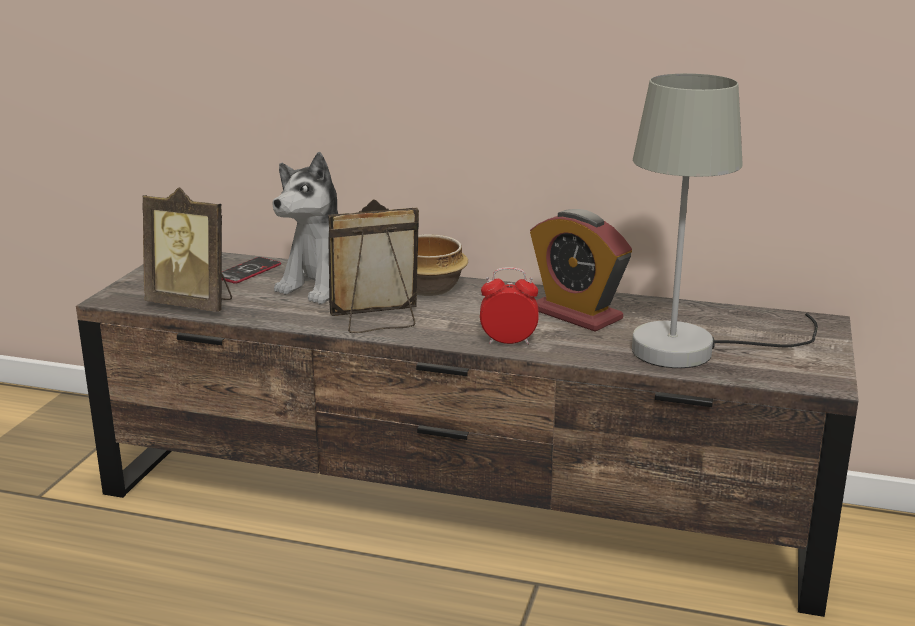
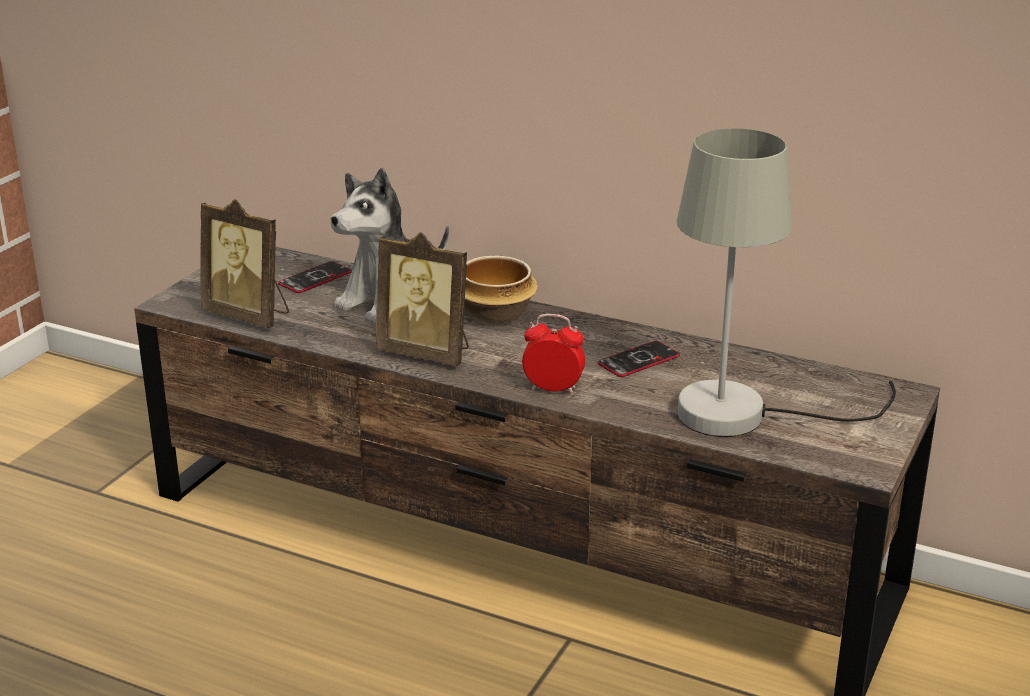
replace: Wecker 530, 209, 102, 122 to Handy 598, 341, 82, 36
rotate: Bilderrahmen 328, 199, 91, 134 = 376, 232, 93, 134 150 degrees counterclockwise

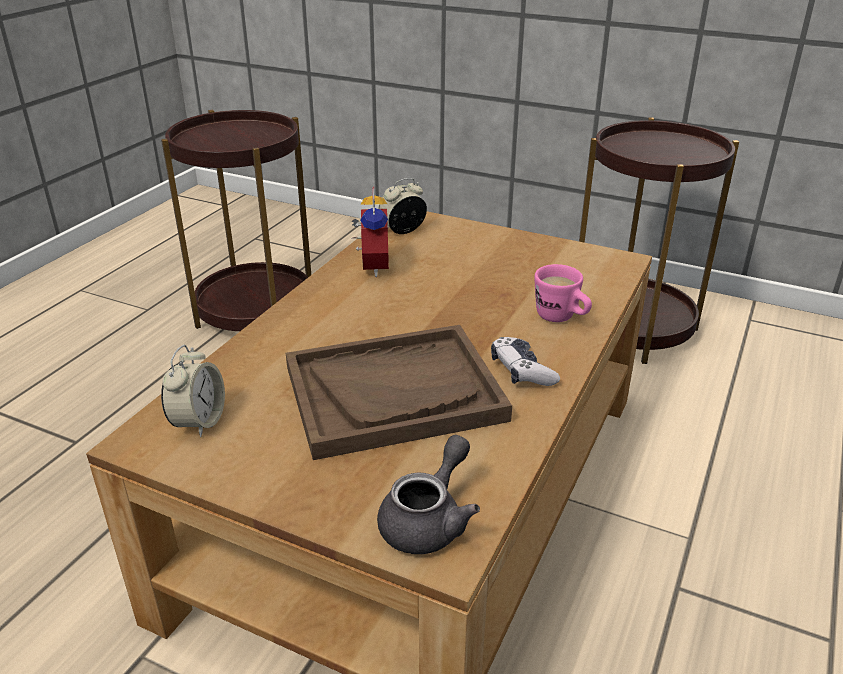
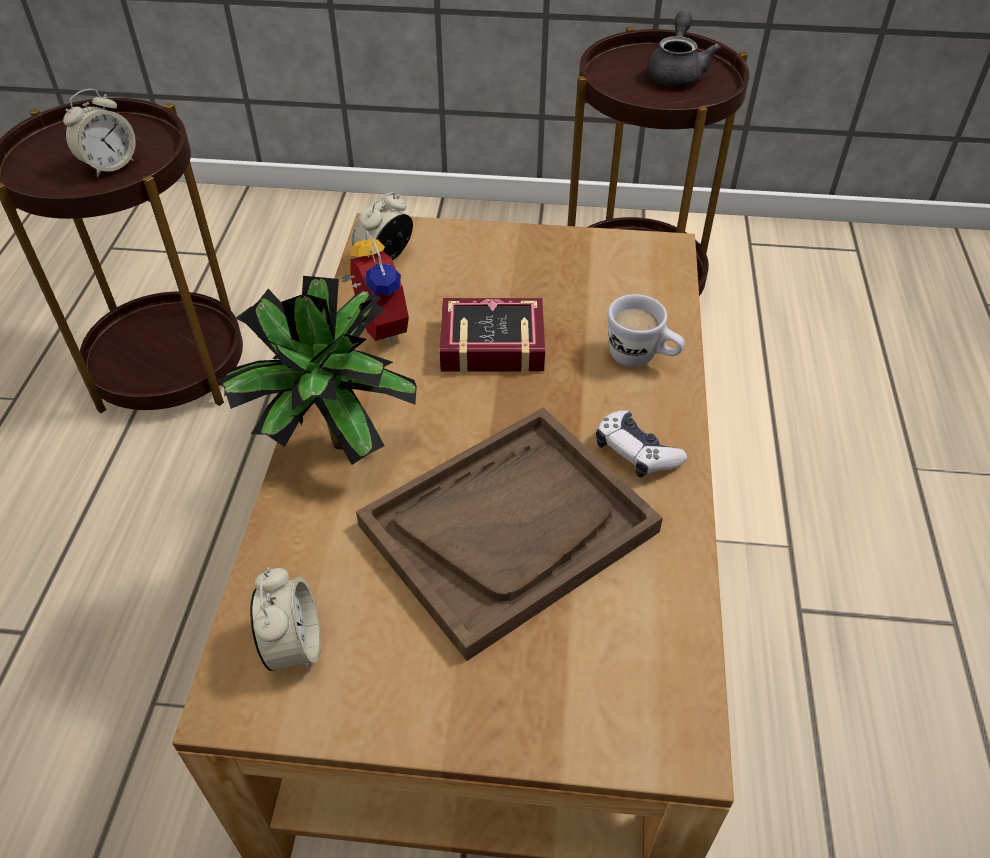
insert: Wecker 63, 89, 73, 89; Topfpflanze 216, 276, 201, 189; Buch 440, 298, 105, 76
move: Teekanne [grau] 377, 435, 103, 119 to 646, 11, 75, 76
recolor: Henkelbecher [rosa] 534, 264, 58, 58 to Henkelbecher [weiß] 608, 294, 77, 73

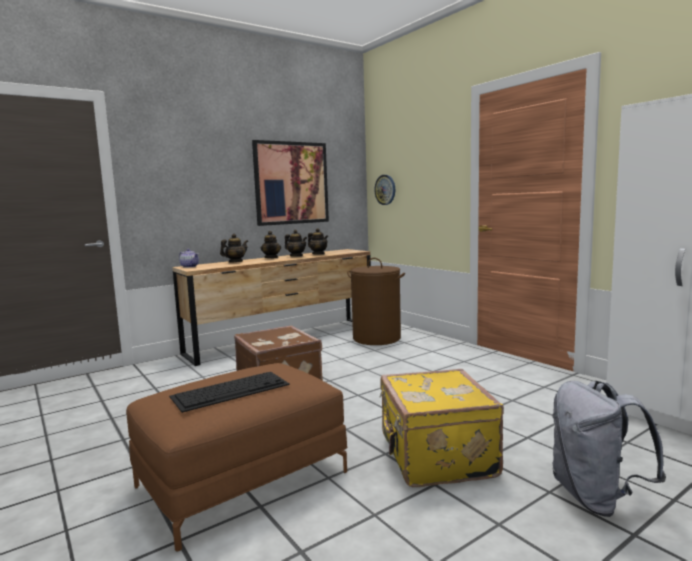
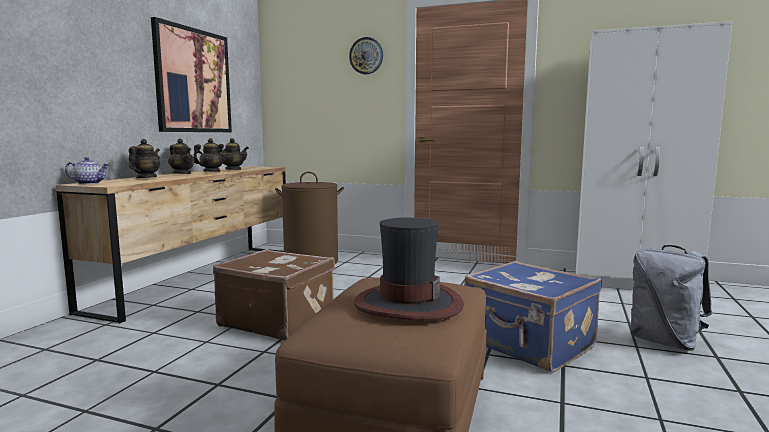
move: Wanduhr 374, 175, 21, 30 to 349, 37, 34, 37
replace: Tastatur 169, 372, 121, 41 to Hut 354, 218, 110, 103
recolor: Koffer [gelb] 379, 369, 125, 118 to Koffer [blau] 464, 261, 138, 111

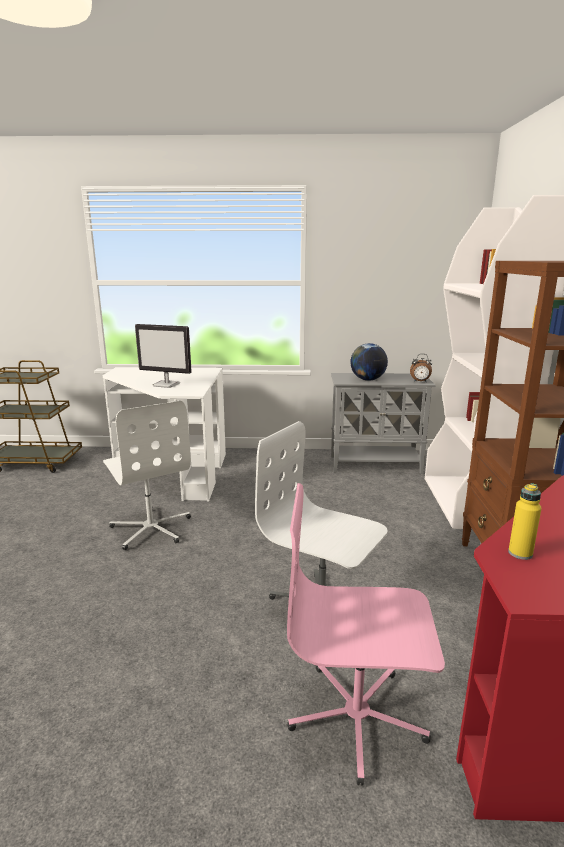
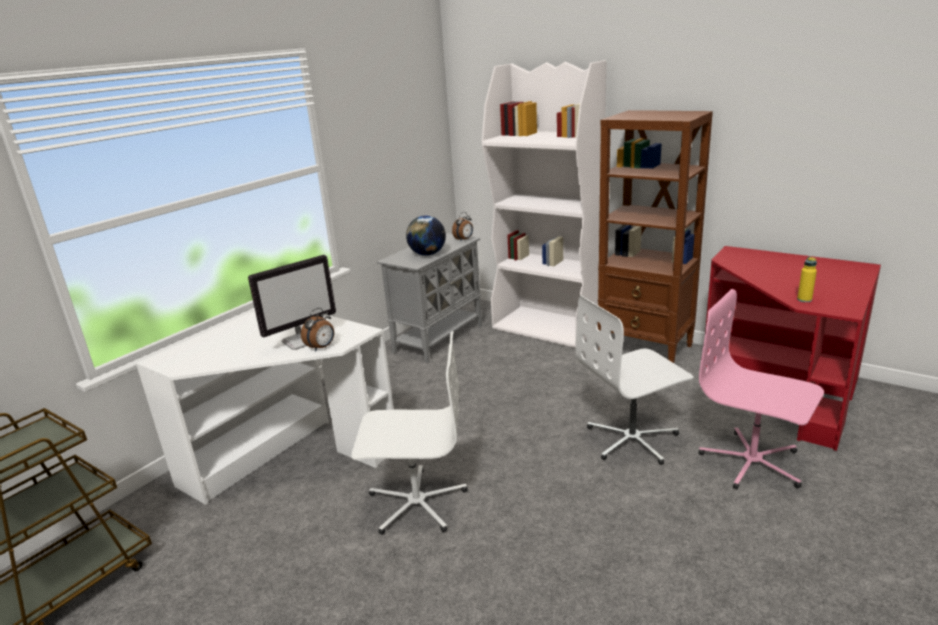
insert: Wecker 301, 308, 33, 43
rotate: Bürostuhl [rosa] 287, 483, 158, 303 = 699, 289, 125, 200 90 degrees clockwise

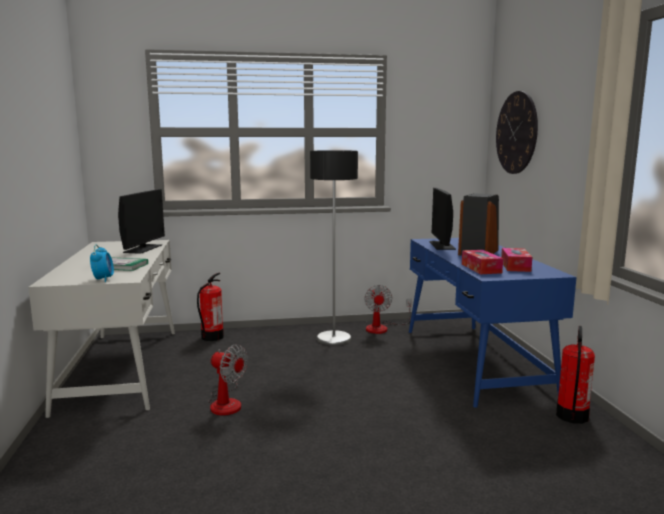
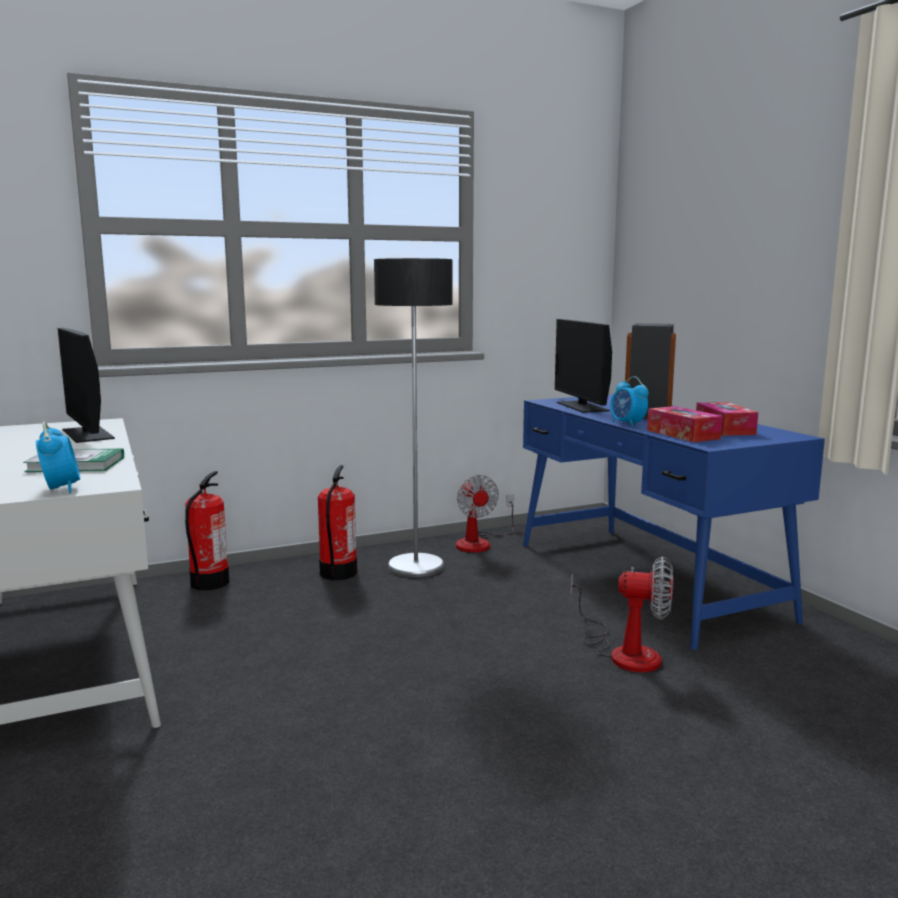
delete: Wanduhr 496, 91, 42, 83
insert: Wecker 610, 376, 38, 51
move: Ventilator 208, 344, 40, 71 to 571, 556, 102, 116; Feuerlöscher 556, 326, 39, 98 to 318, 465, 39, 115
rotate: Monitor 118, 189, 47, 65 = 58, 328, 57, 115 150 degrees clockwise

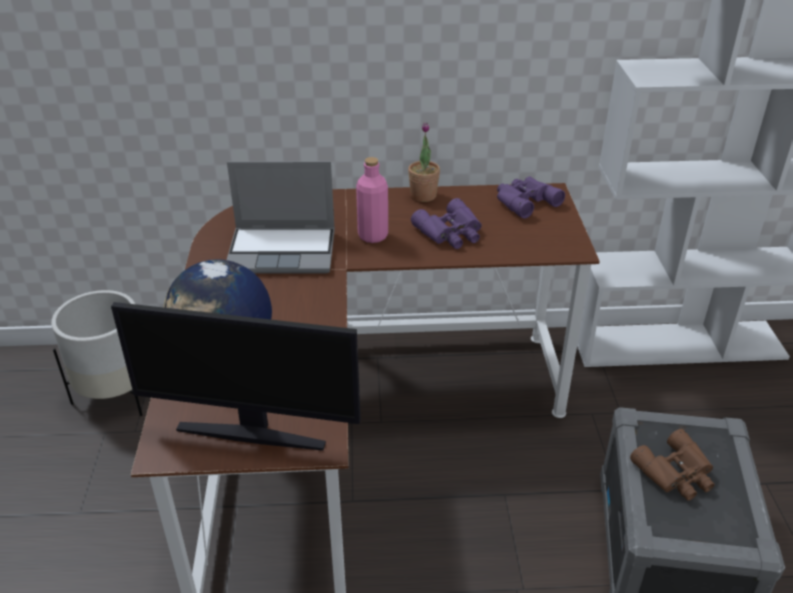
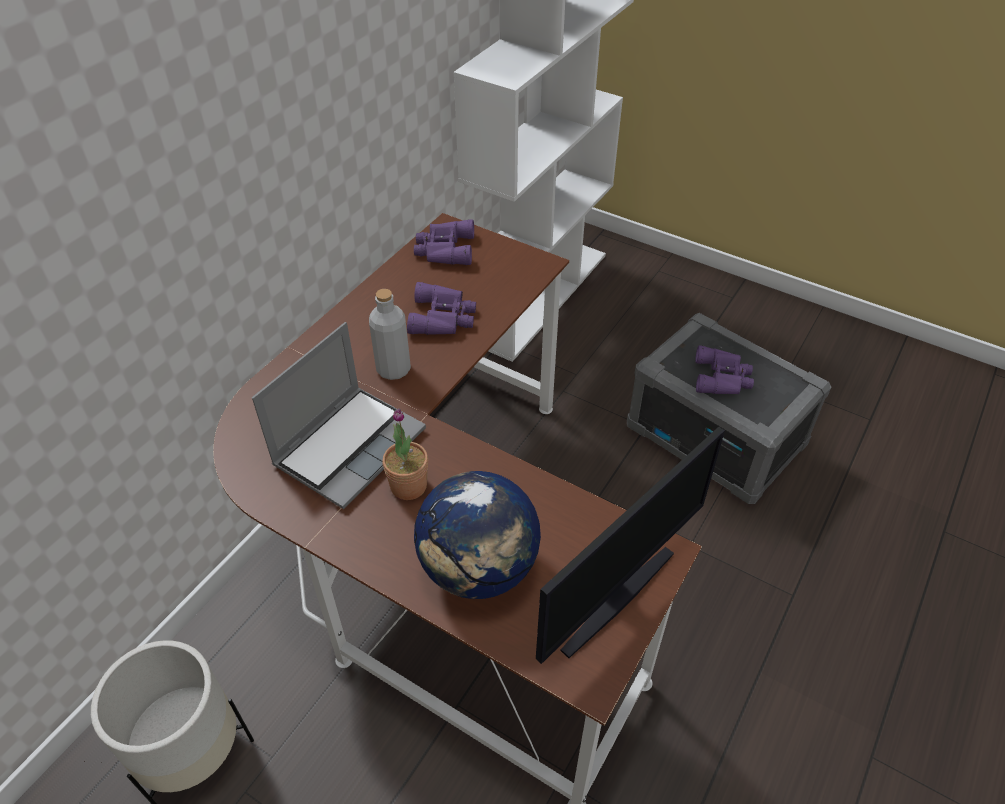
move: Topfpflanze 408, 122, 32, 80 to 382, 408, 46, 92
recolor: Flasche [rosa] 356, 157, 32, 86 to Flasche [grau] 369, 289, 42, 91; Fernglas [braun] 630, 429, 85, 72 to Fernglas [lila] 695, 345, 59, 49

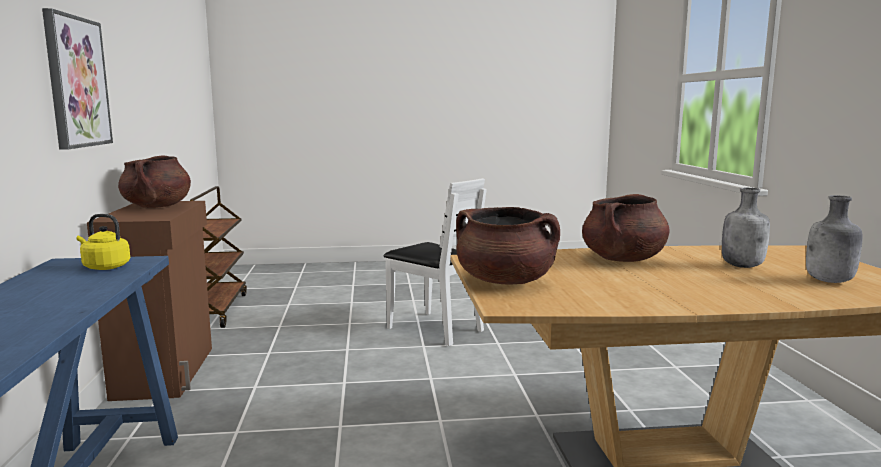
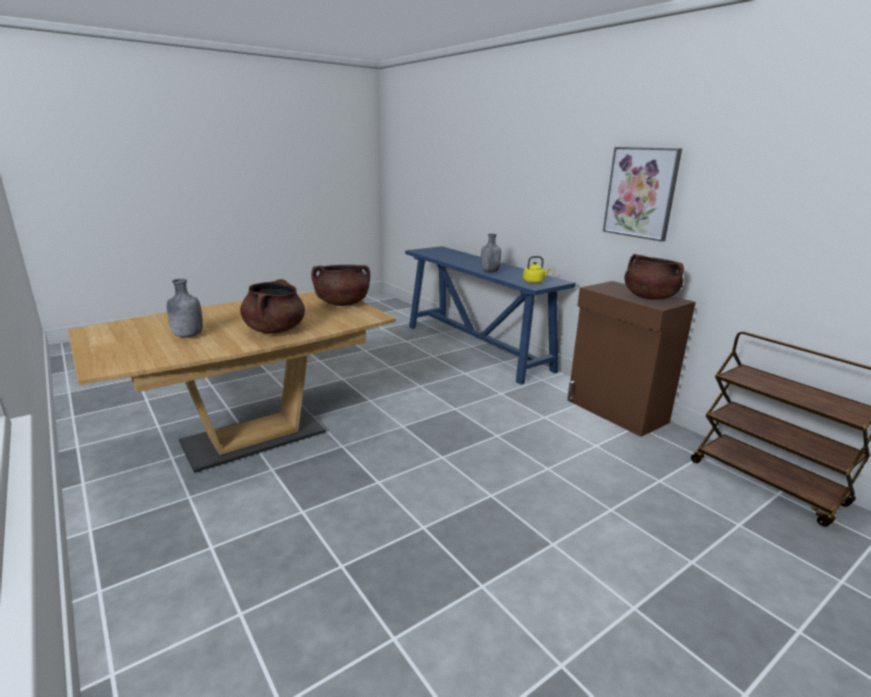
delete: Stuhl [weiß] 383, 178, 104, 168
move: Flasche [grau] 806, 195, 57, 88 to 481, 234, 20, 38

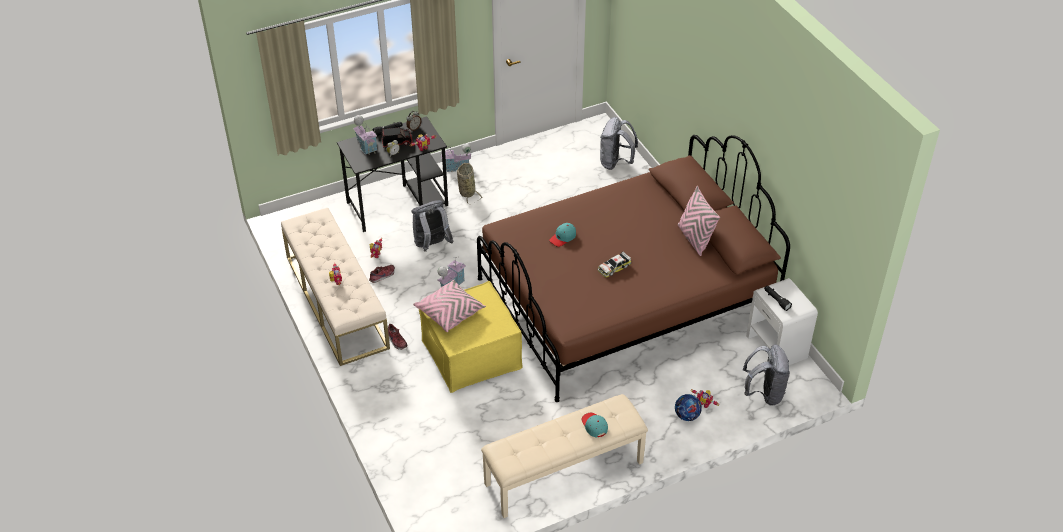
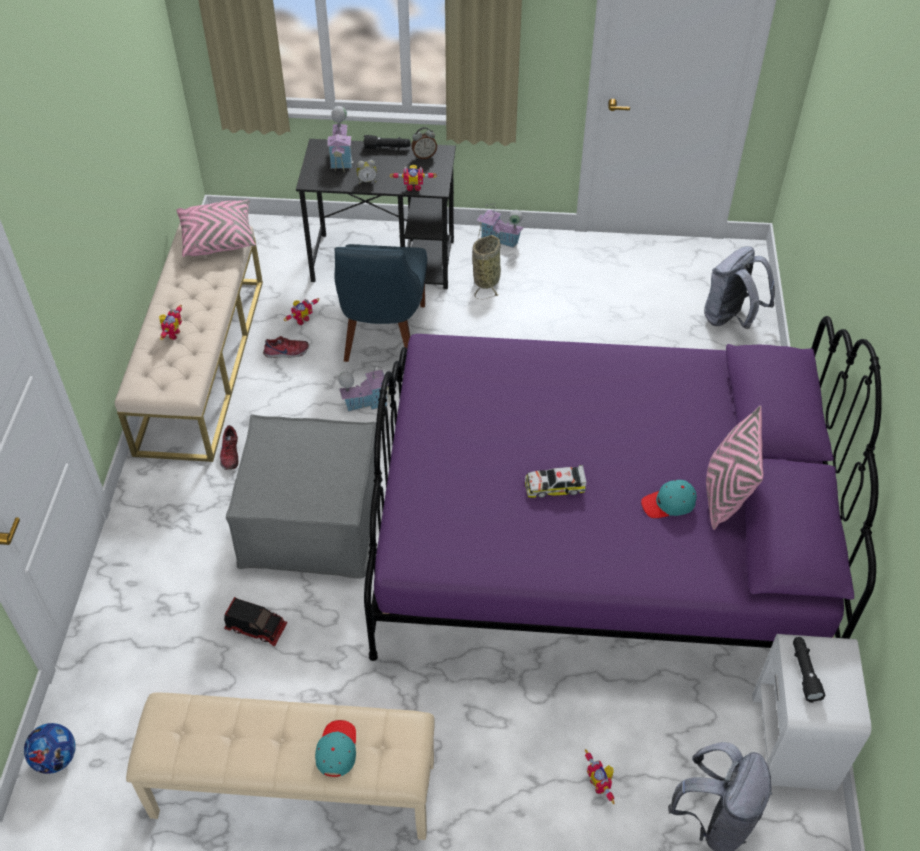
move: Spielzeuglaster 382, 127, 31, 20 to 224, 597, 63, 49; Kissen [rosa] 413, 279, 73, 53 to 177, 200, 79, 57; Kappe [türkis] 549, 223, 27, 24 to 641, 480, 56, 38; Fußball 675, 394, 27, 27 to 24, 723, 52, 51
replace: Rucksack [grau] 412, 200, 42, 52 to Stuhl [blau] 334, 244, 93, 118
recolor: Polsterhocker [gelb] 419, 281, 103, 112 to Polsterhocker [grau] 226, 415, 150, 164; Bett [braun] 477, 135, 313, 267 to Bett [lila] 364, 316, 518, 345

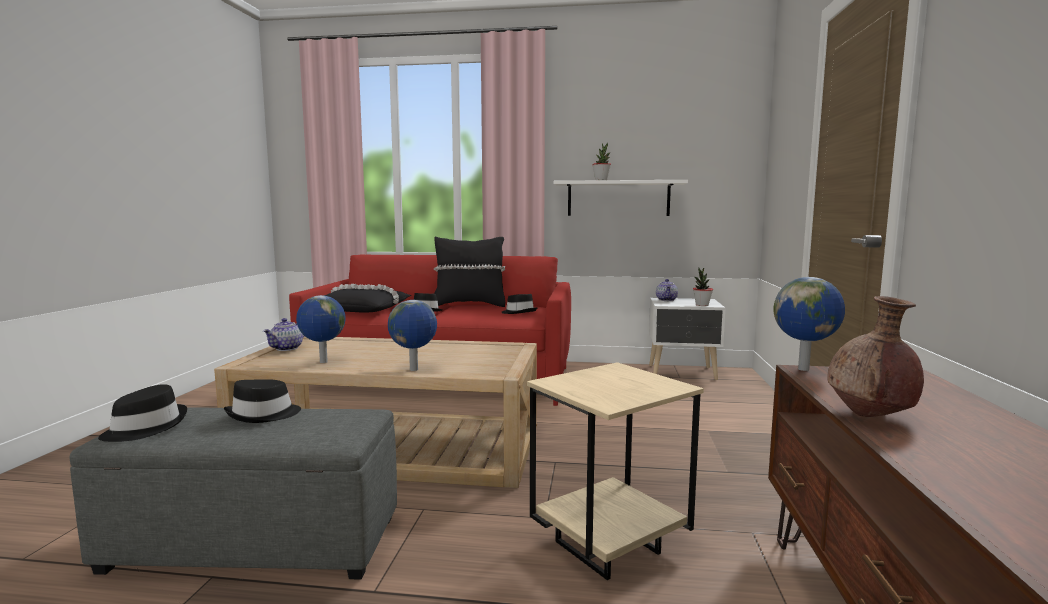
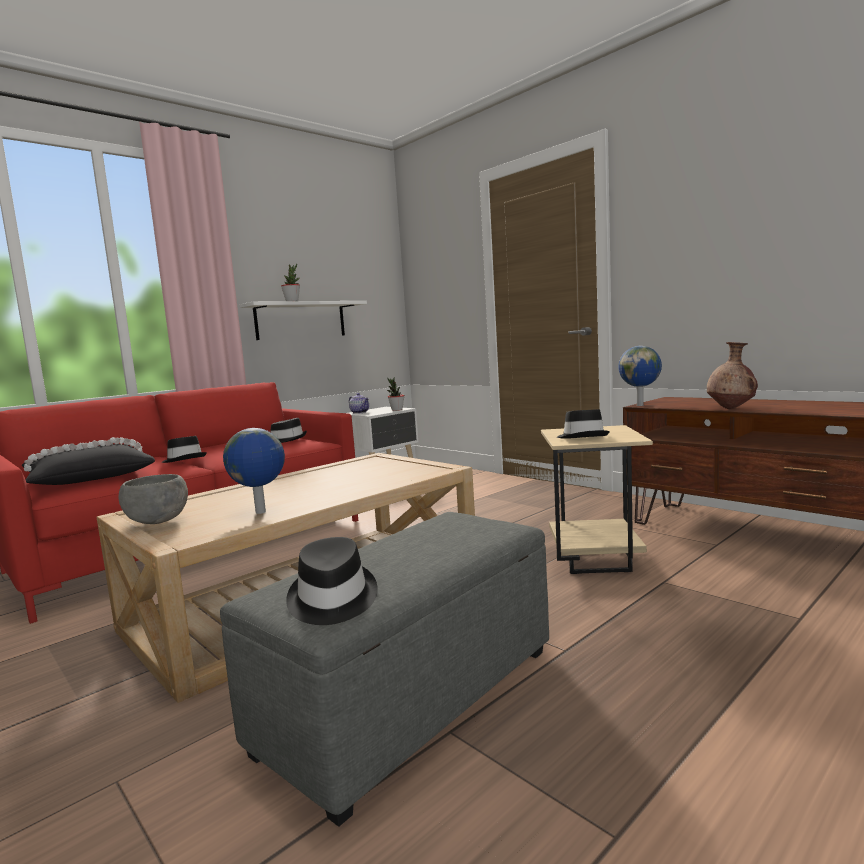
delete: Globus 388, 300, 49, 71; Kissen [schwarz] 434, 237, 71, 70
move: Hut [schwarz] 224, 379, 77, 44 to 557, 409, 53, 30
replace: Teekanne 263, 318, 41, 33 to Schüssel [grau] 119, 474, 69, 50

